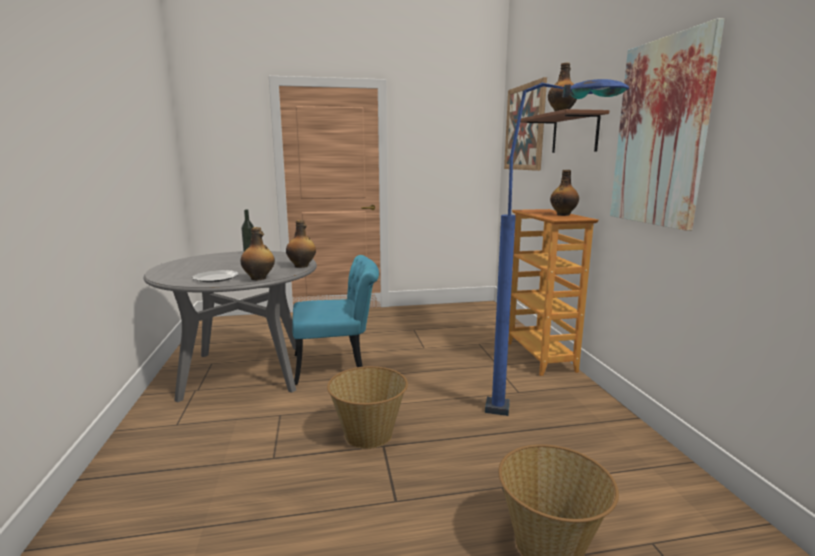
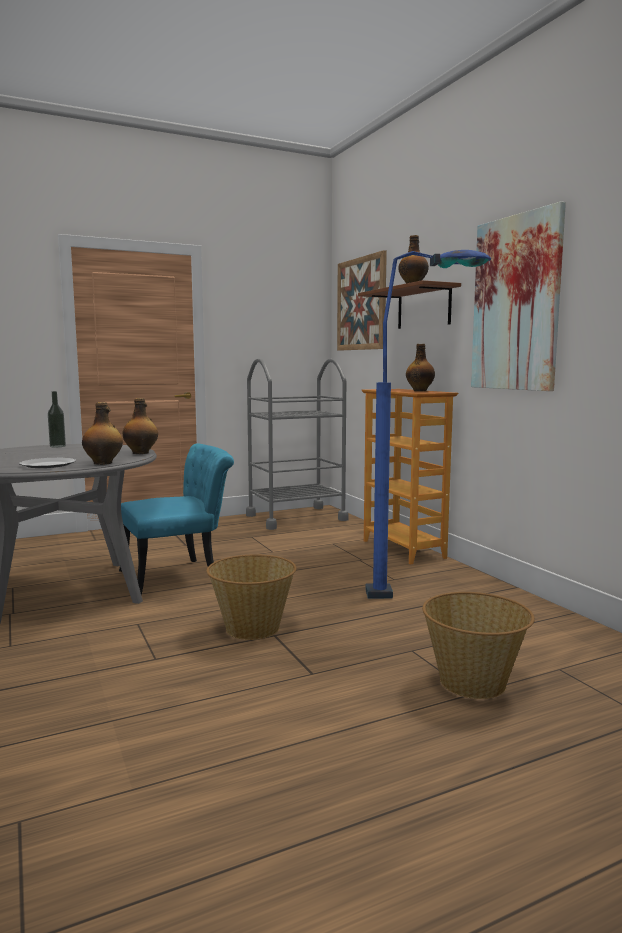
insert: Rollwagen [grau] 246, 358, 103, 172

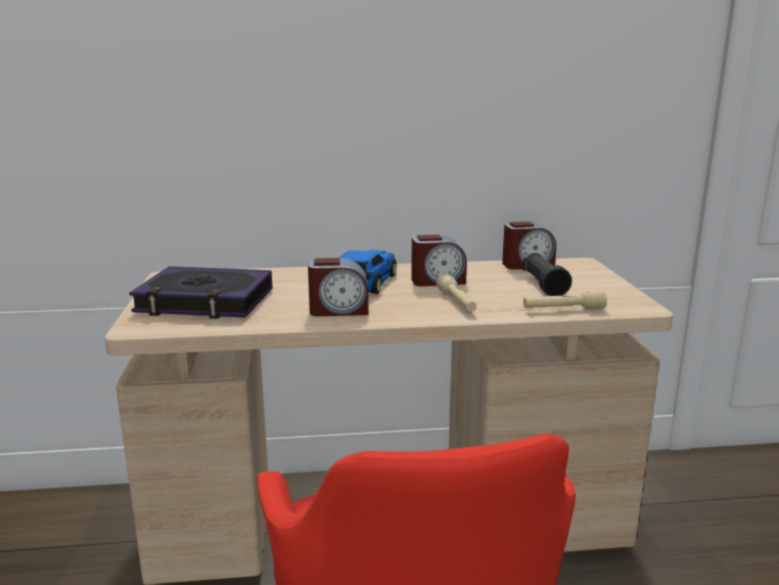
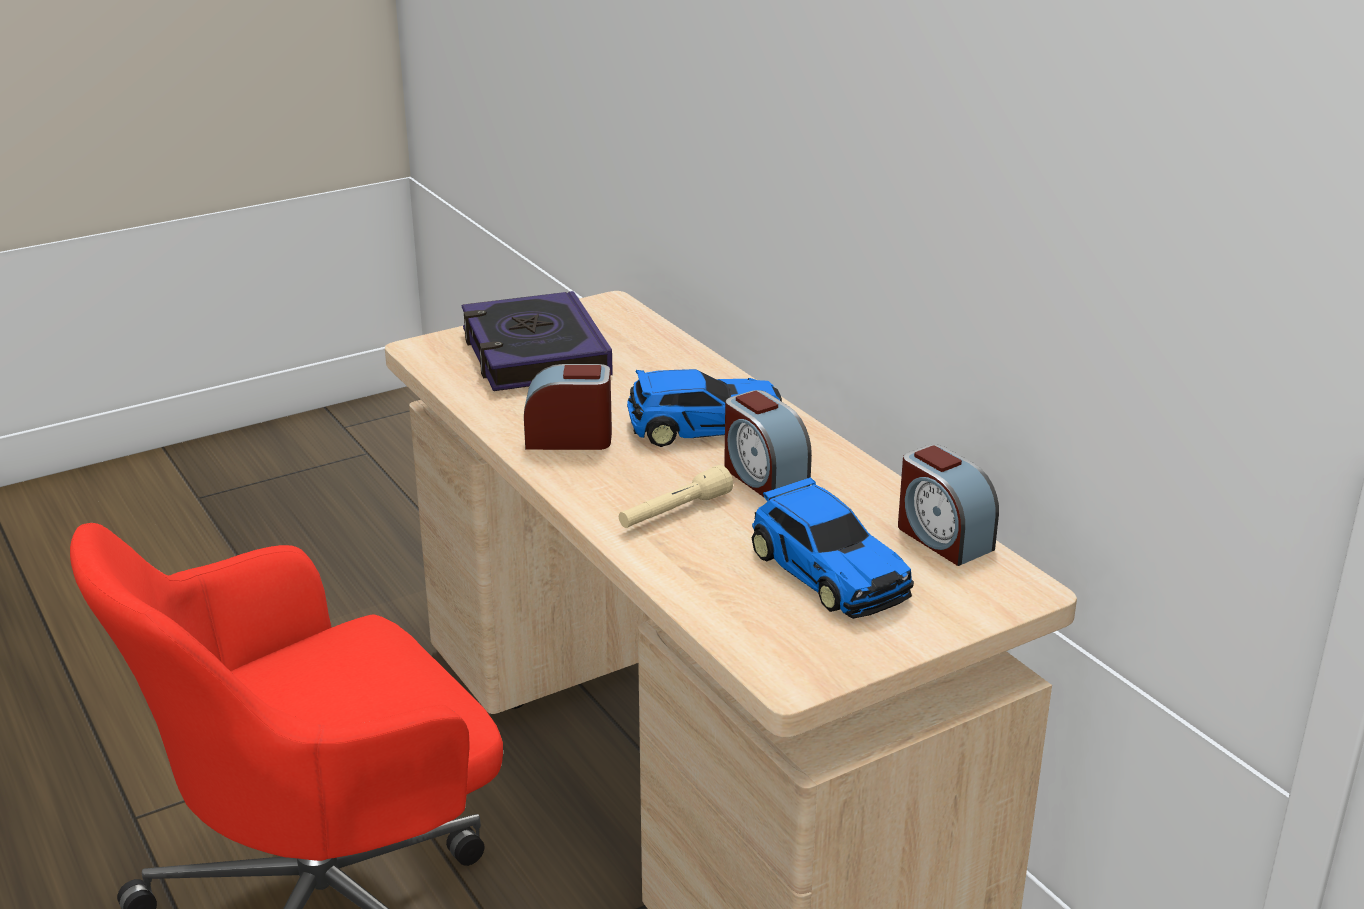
delete: Taschenlampe [beige] 523, 289, 84, 20
replace: Taschenlampe [schwarz] 523, 253, 49, 43 to Spielzeugauto 752, 477, 162, 142
rotate: Wecker 308, 258, 61, 58 = 524, 364, 88, 86 120 degrees clockwise

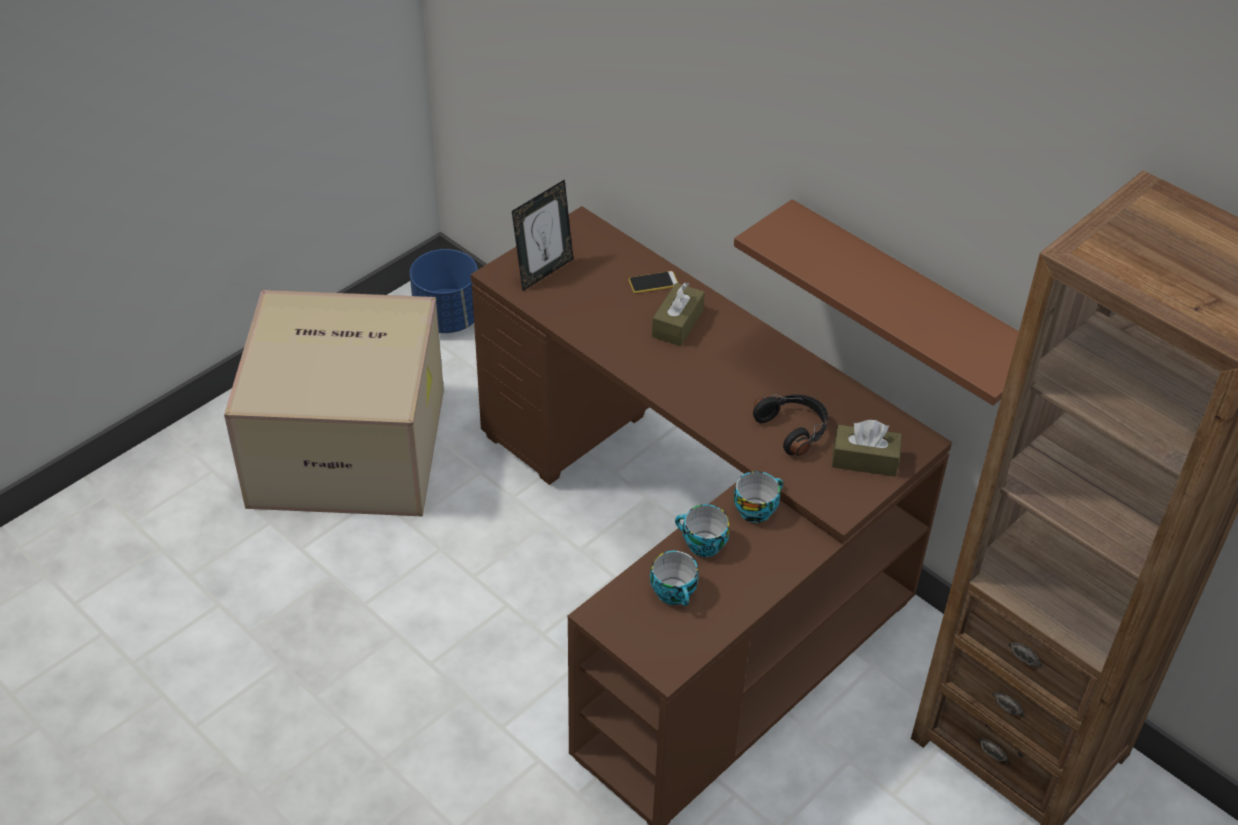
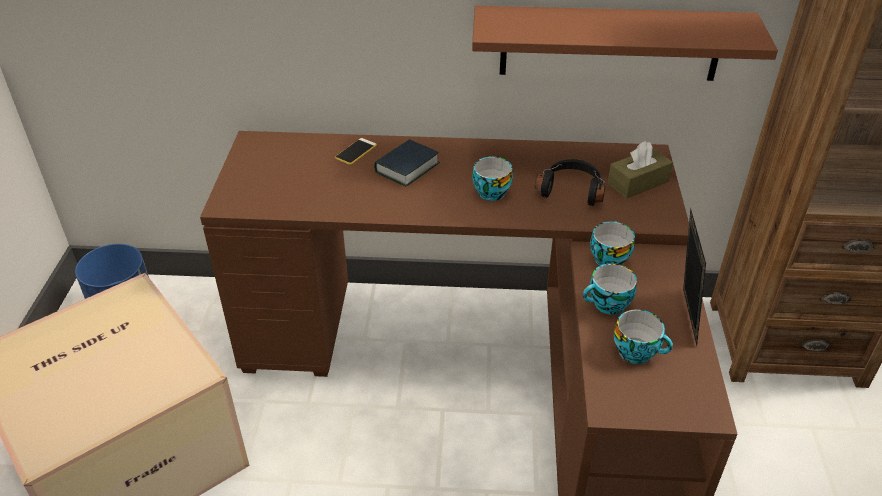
insert: Tasse 472, 156, 41, 45
move: Bilderrahmen 512, 179, 61, 112 to 683, 208, 23, 138
replace: Taschentuchbox [braun] 652, 282, 53, 64 to Buch 374, 139, 66, 47

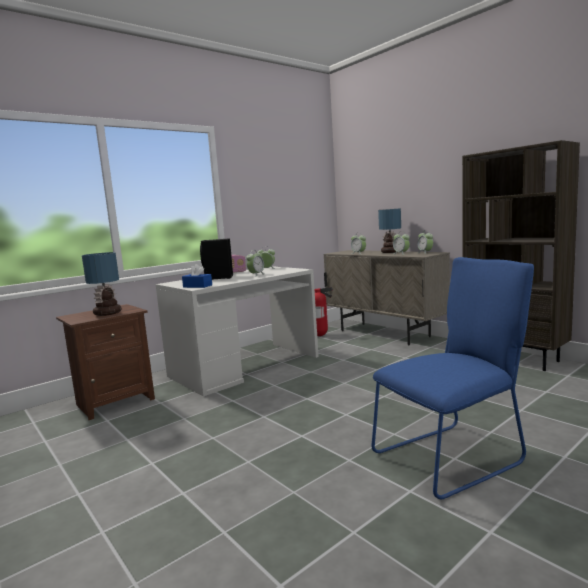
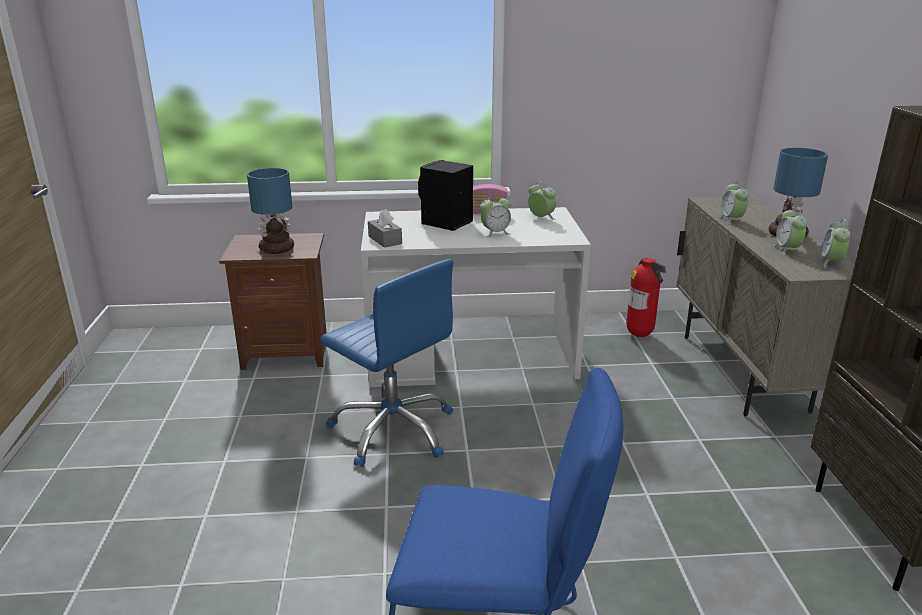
insert: Bürostuhl [blau] 321, 259, 132, 208
recolor: Taschentuchbox [blau] 182, 264, 30, 24 to Taschentuchbox [grau] 368, 209, 34, 39

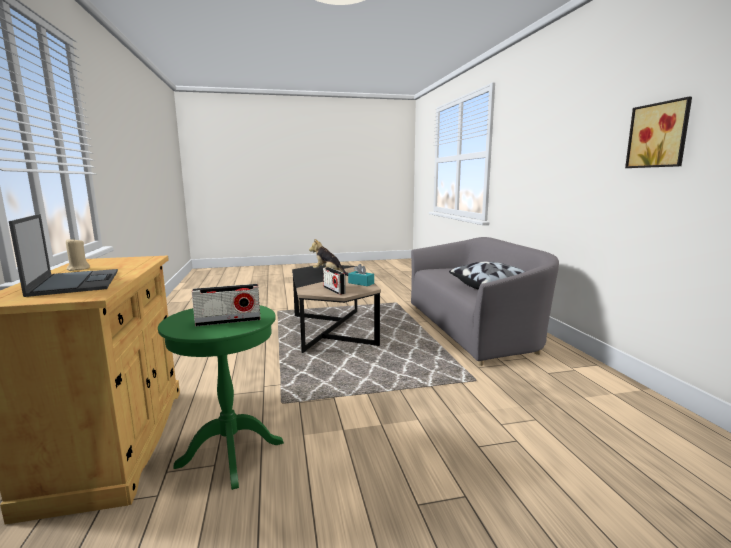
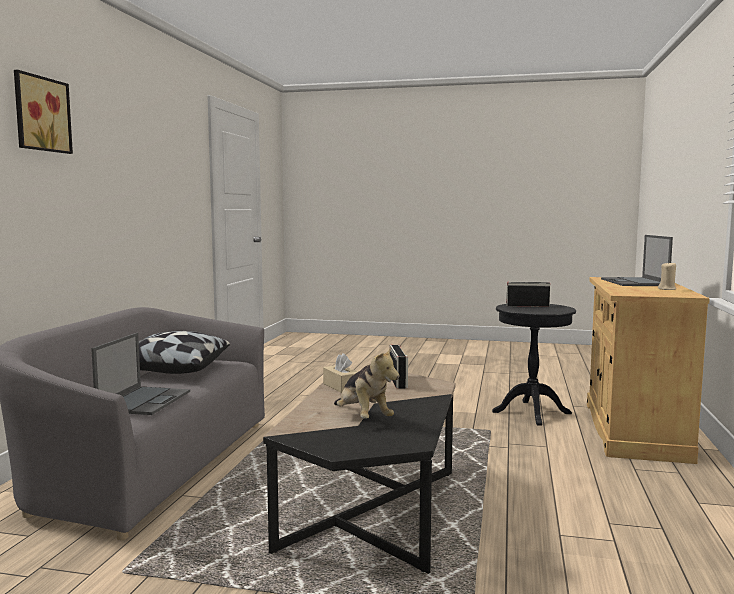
insert: Laptop 91, 333, 99, 82
move: Bild 625, 97, 67, 71 to 14, 70, 59, 84
recolor: Beistelltisch [grün] 158, 305, 126, 185 to Beistelltisch [schwarz] 492, 304, 84, 121; Taschentuchbox [türkis] 348, 264, 26, 22 to Taschentuchbox [beige] 323, 353, 34, 40

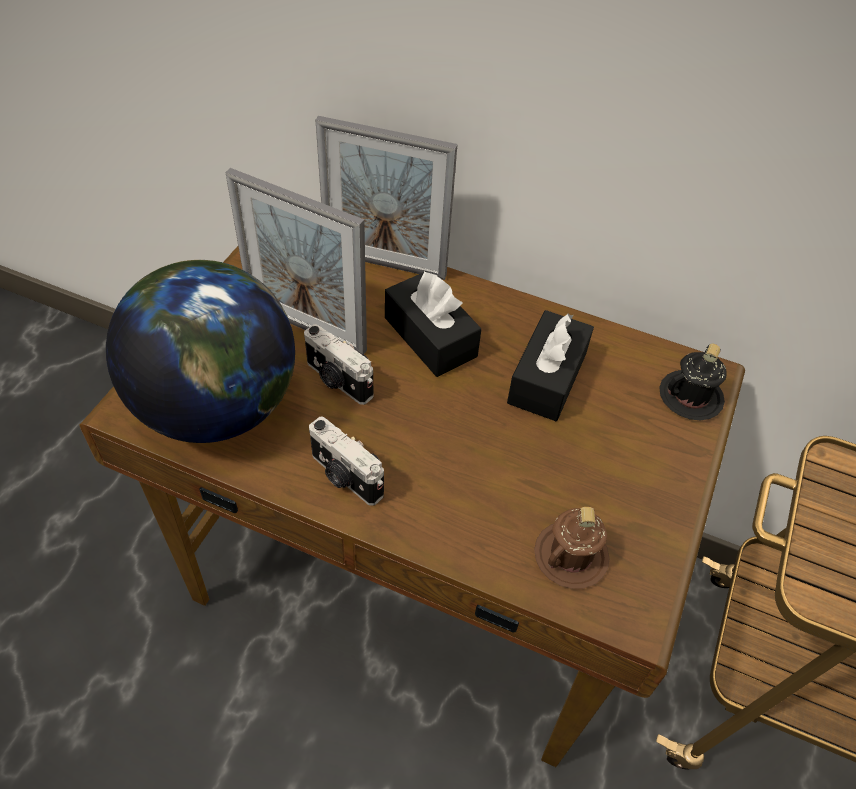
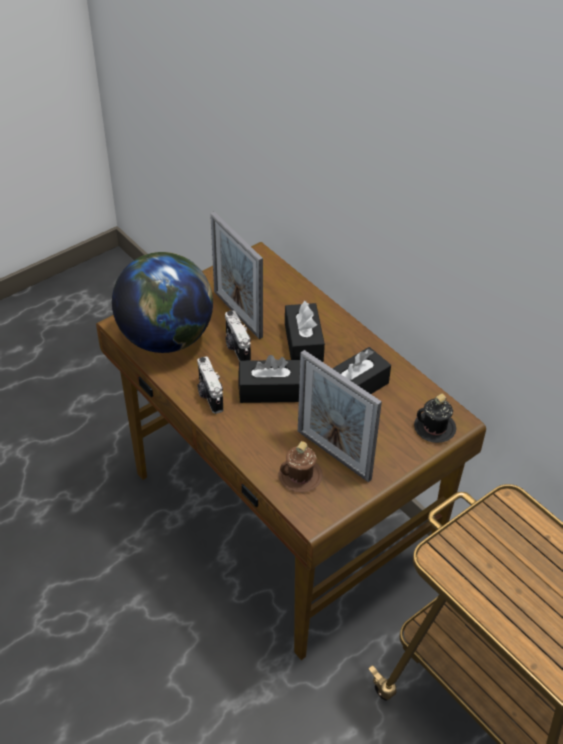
insert: Taschentuchbox [schwarz] 239, 355, 61, 48
move: Bilderrahmen 316, 116, 142, 164 to 298, 350, 84, 133

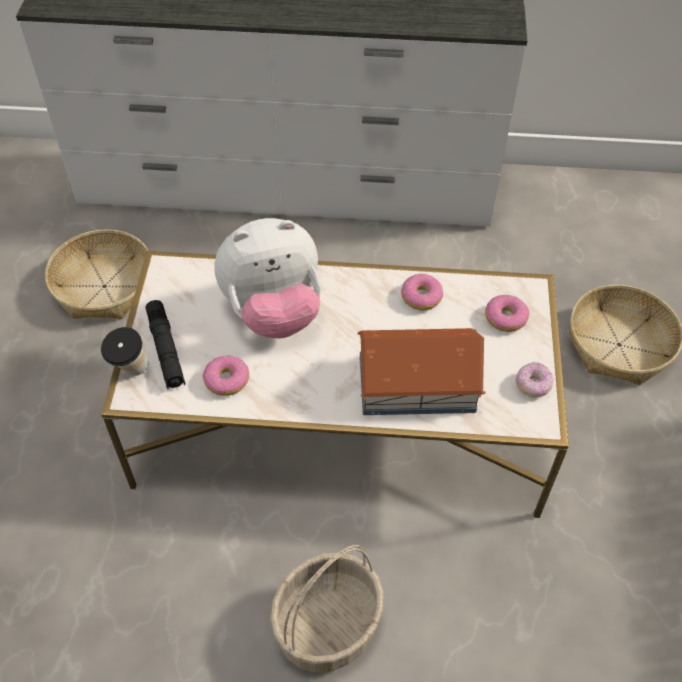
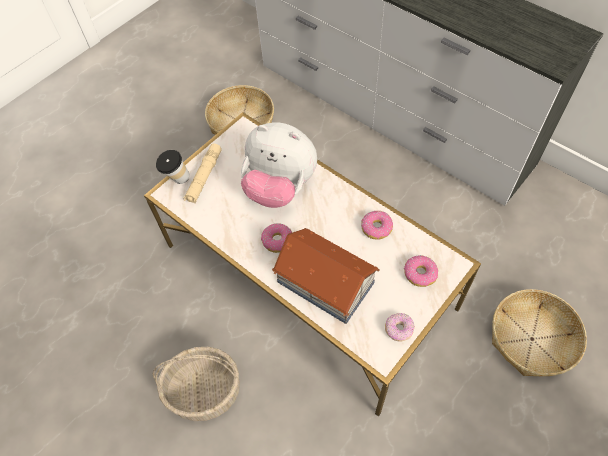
move: Donut 203, 355, 46, 41 to 261, 223, 31, 30
recolor: Taschenlampe [schwarz] 145, 300, 40, 89 to Taschenlampe [beige] 183, 144, 39, 59

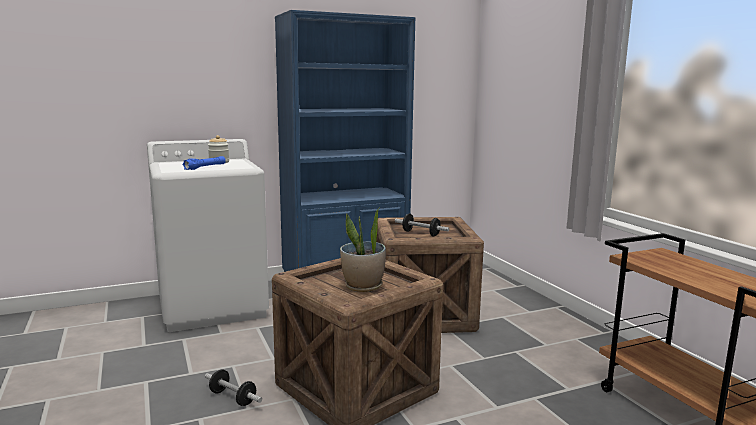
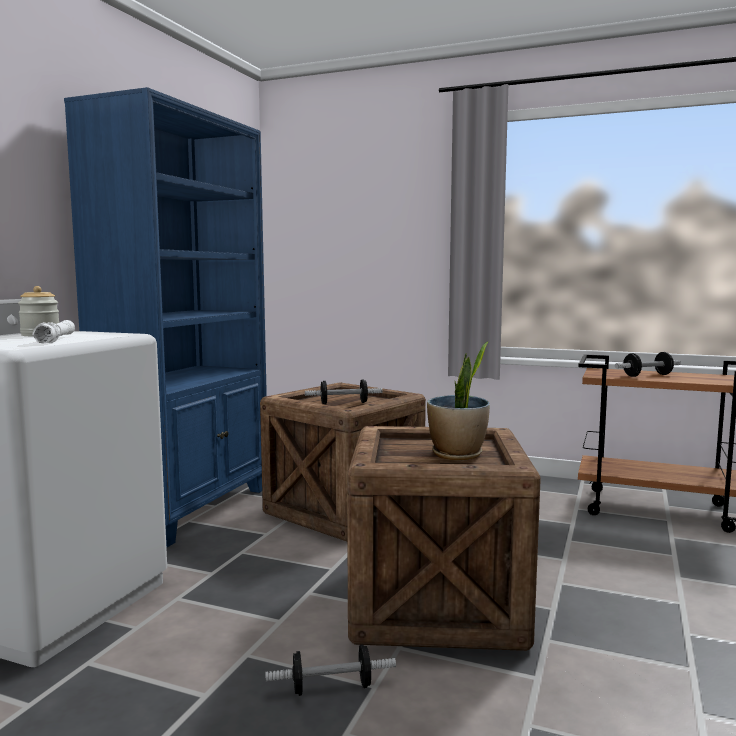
insert: Hantel 615, 352, 66, 25
recolor: Taschenlampe [blau] 182, 156, 44, 14 to Taschenlampe [weiß] 32, 320, 43, 23

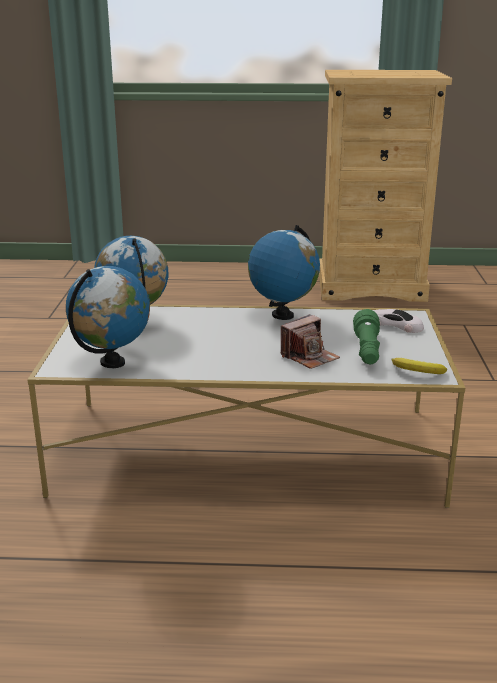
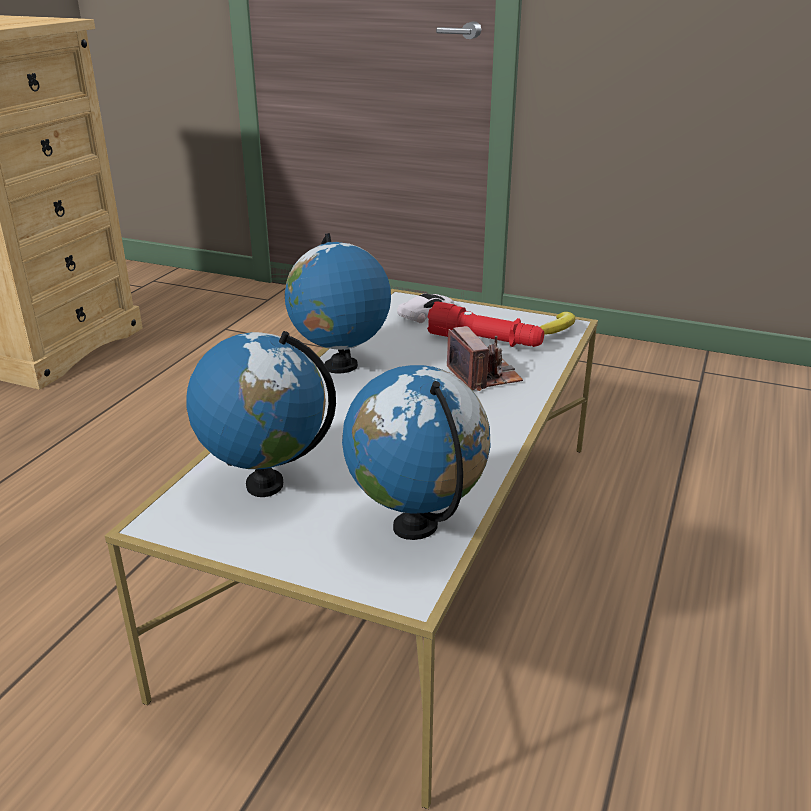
recolor: Taschenlampe [grün] 353, 309, 27, 55 to Taschenlampe [rot] 427, 302, 117, 45

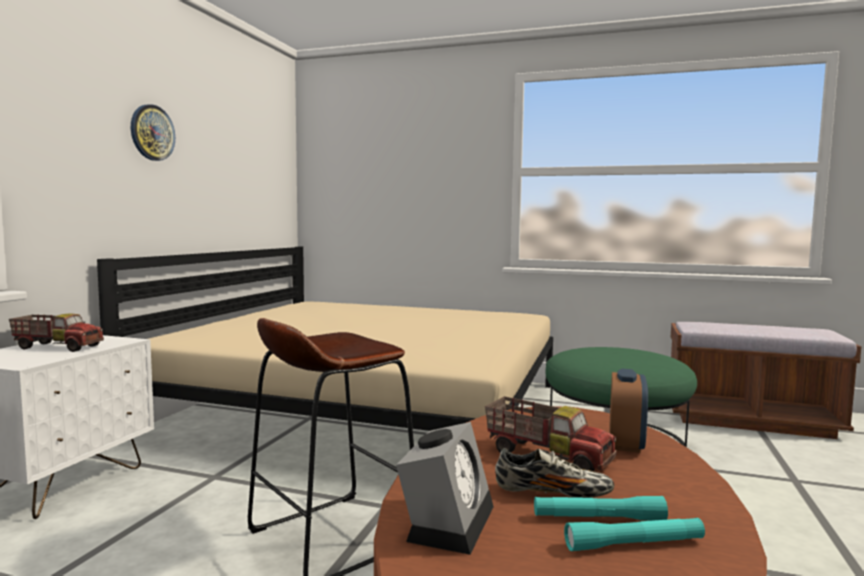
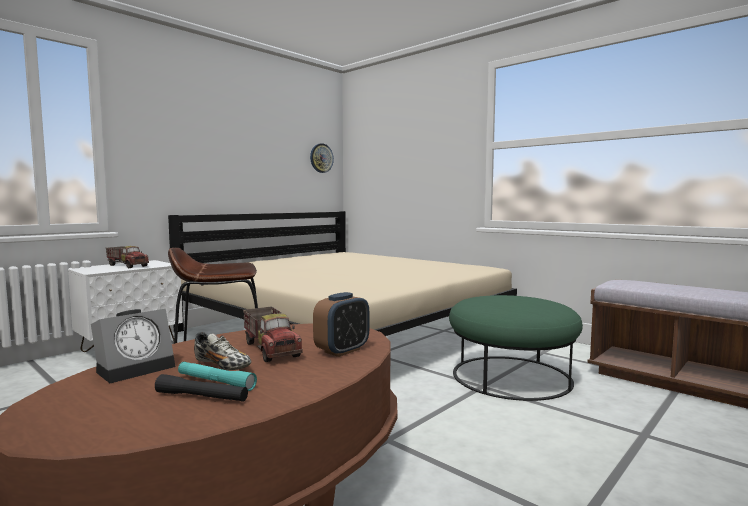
move: Wanduhr 131, 104, 44, 57 to 310, 143, 24, 30
recolor: Taschenlampe [türkis] 564, 518, 141, 33 to Taschenlampe [schwarz] 155, 374, 93, 28

